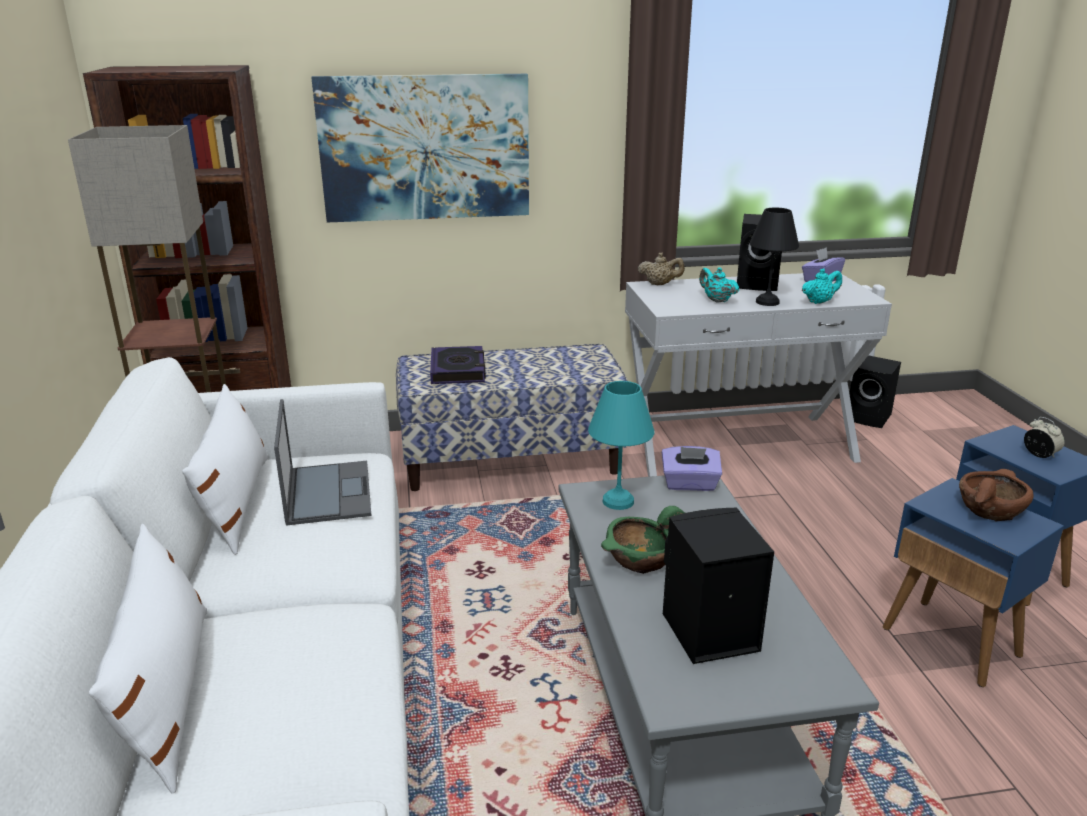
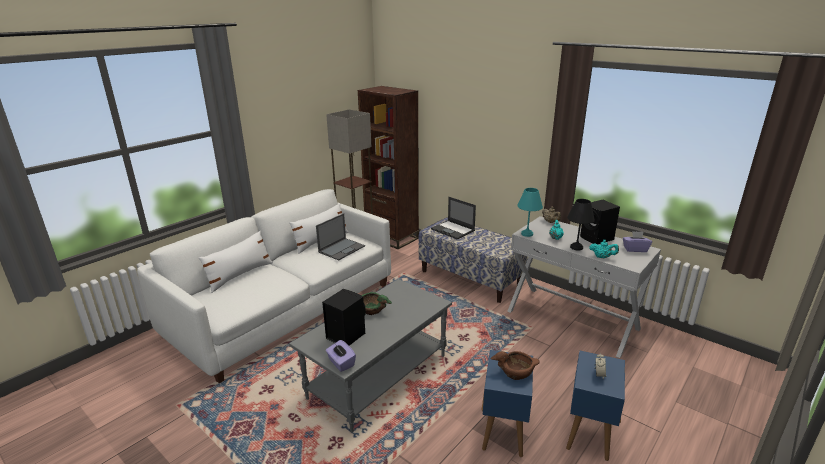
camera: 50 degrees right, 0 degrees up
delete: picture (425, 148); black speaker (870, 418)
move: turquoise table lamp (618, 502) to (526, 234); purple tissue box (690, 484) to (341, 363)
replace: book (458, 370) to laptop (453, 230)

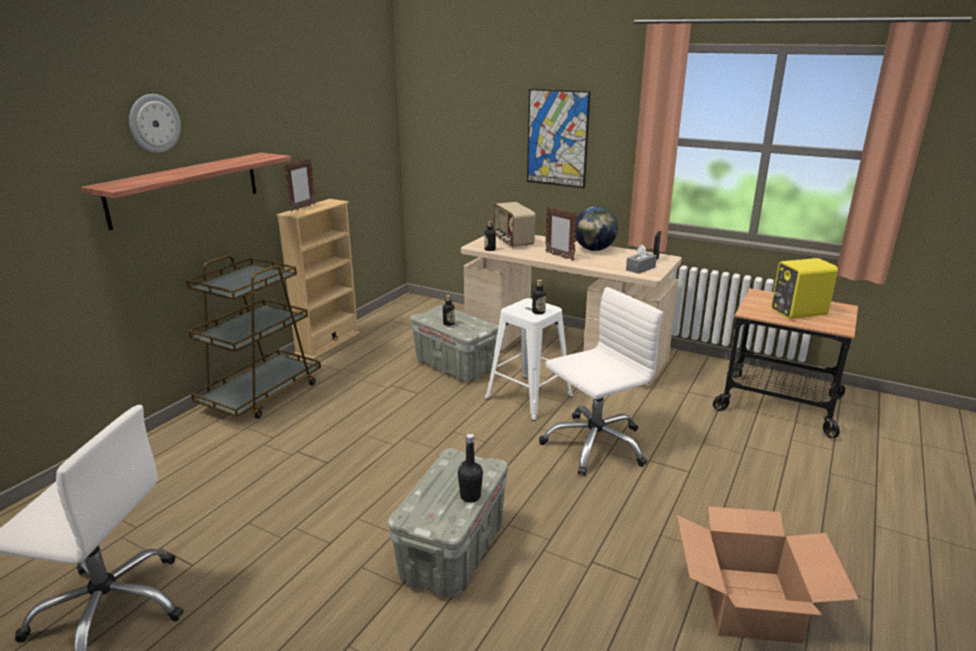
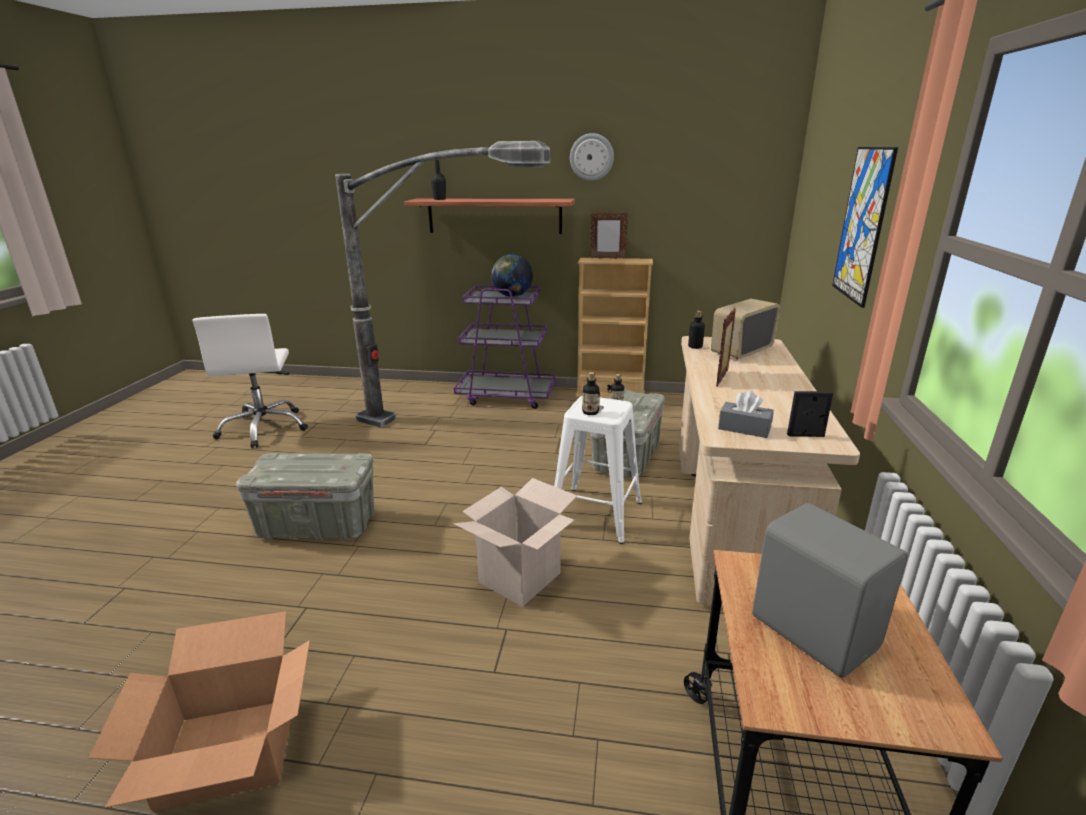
camera: 70 degrees right, 0 degrees up
insert: floor lamp (447, 438)
move: wall clock (154, 123) to (591, 157); black bottle (470, 496) to (439, 199); globe (594, 250) to (512, 296)
replace: white office chair (594, 444) to cardboard box (520, 578)
recolor: brown cart (262, 394) to purple cart (506, 396); yellow speaker (796, 312) to grey speaker (813, 630)

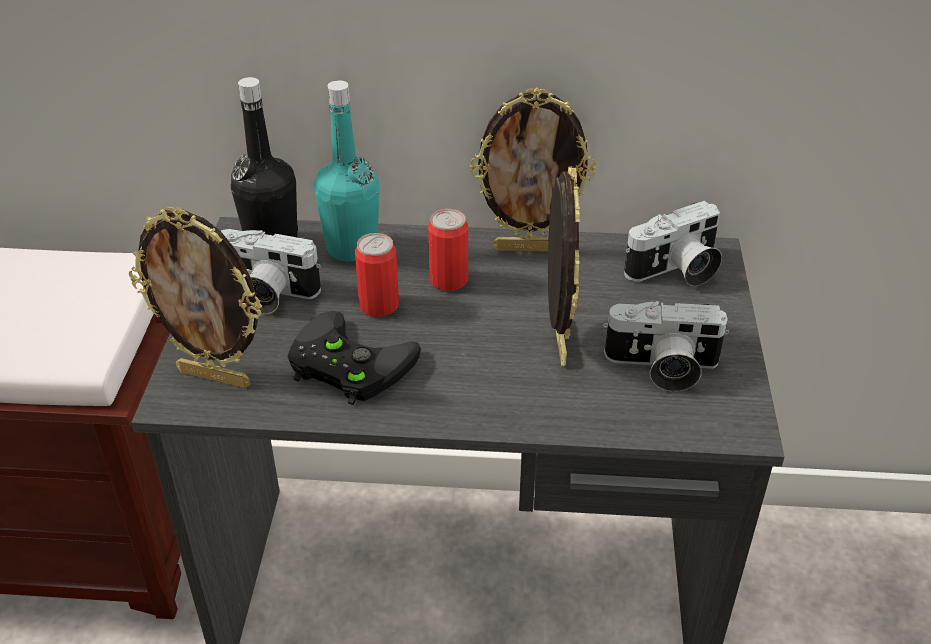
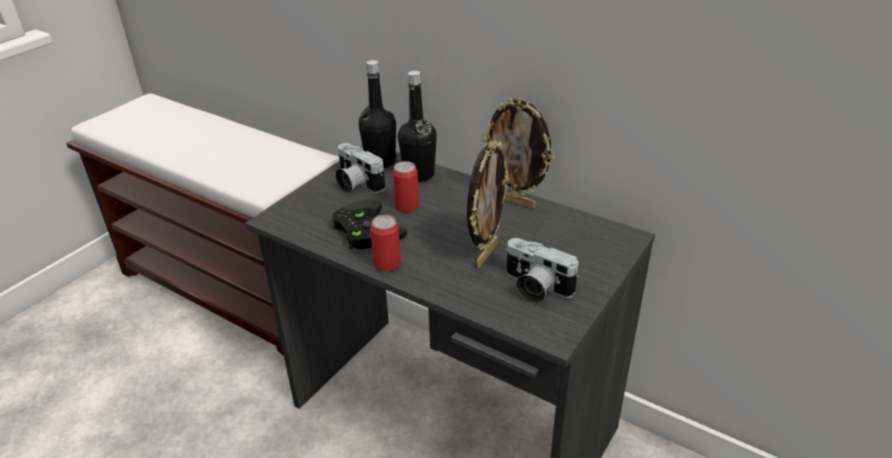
camera: 30 degrees right, 5 degrees down
delete: picture frame (216, 376); photo camera (676, 271)
move: can (448, 280) to (387, 264)
recolor: turquoise bottle (352, 247) to black bottle (419, 174)

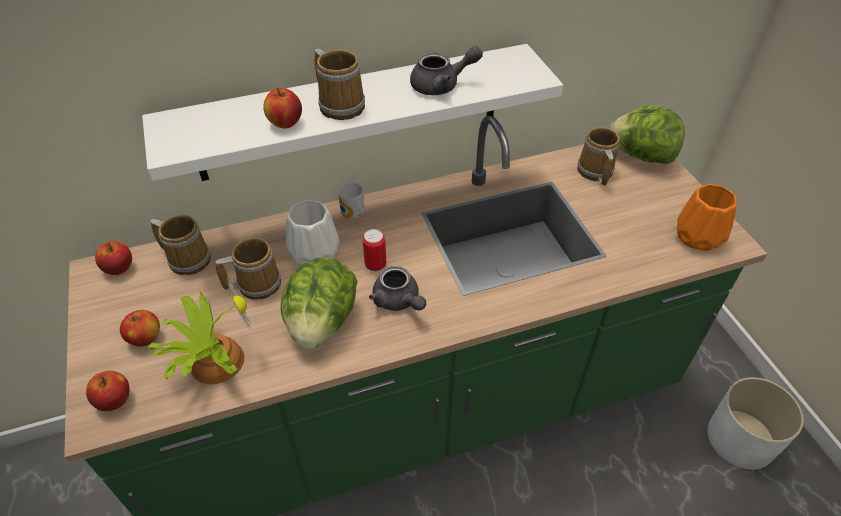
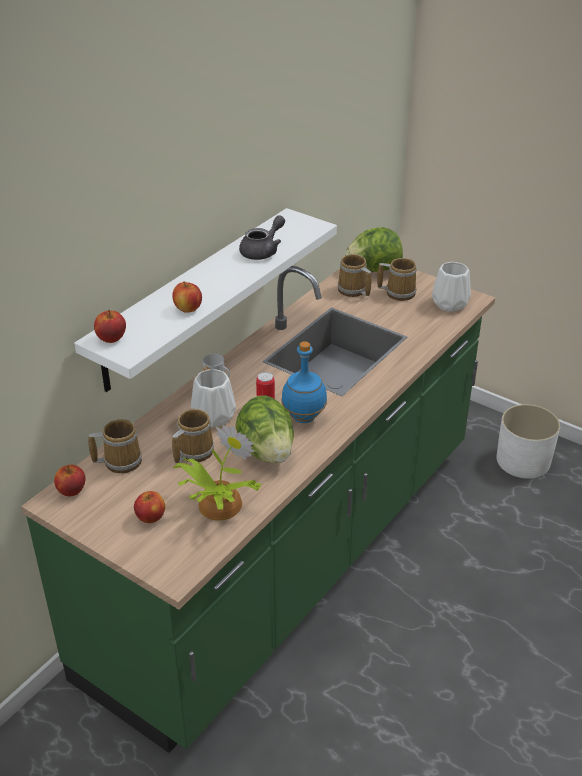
camera: 35 degrees left, 10 degrees down
move: apple (114, 400) to (111, 339); mug (341, 104) to (398, 292)
replace: grey teapot (398, 301) to blue bottle (304, 417)
recolor: orange vase (698, 237) to white vase (450, 304)

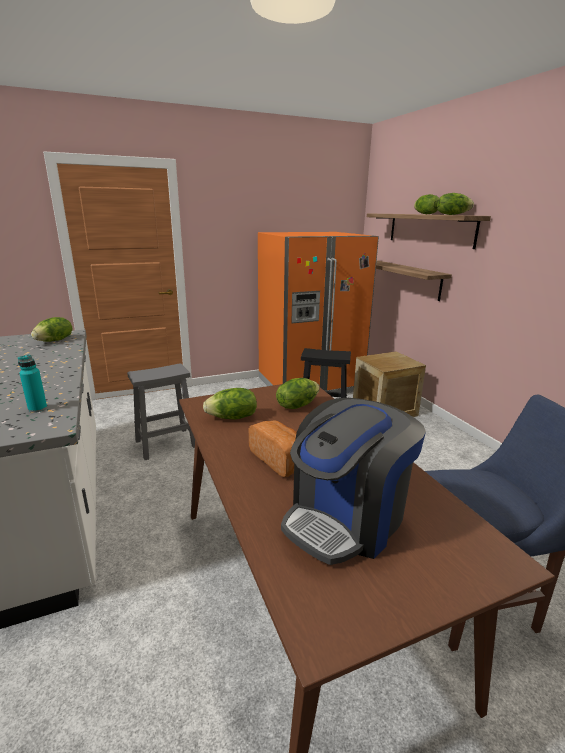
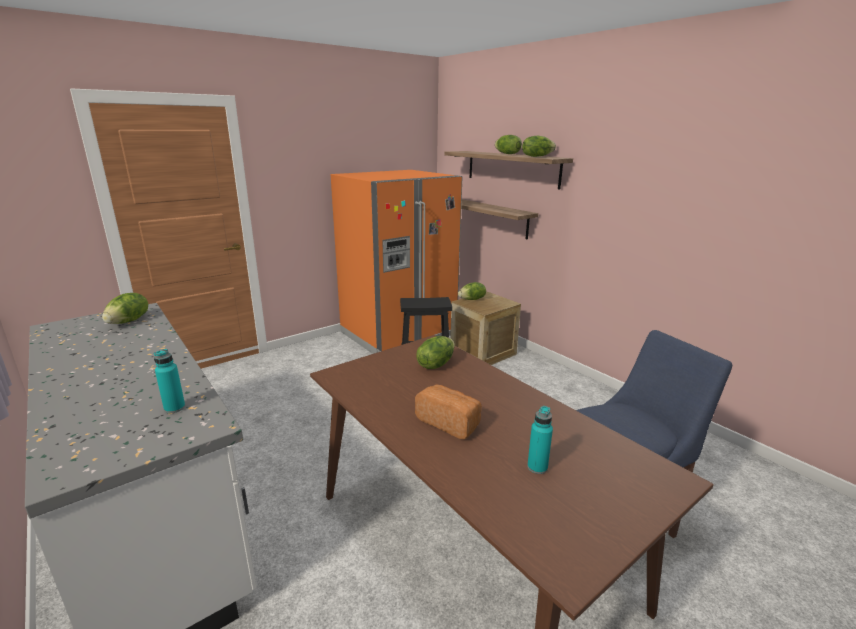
camera: 15 degrees left, 0 degrees up
delete: grey stool (167, 443)
move: lettuce (232, 418) to (472, 299)
replace: coffee machine (346, 517) to turquoise bottle (537, 467)

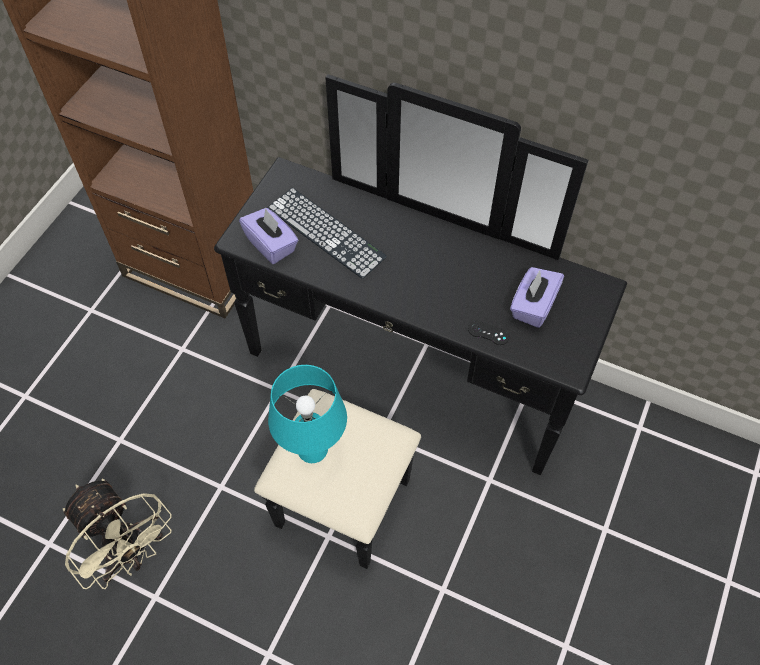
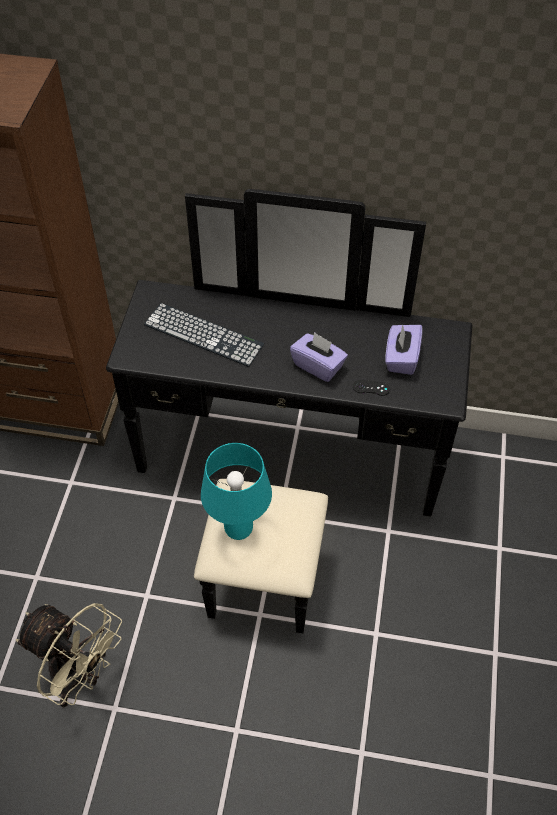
camera: 15 degrees left, 5 degrees down
move: purple tissue box (271, 245) to (318, 366)

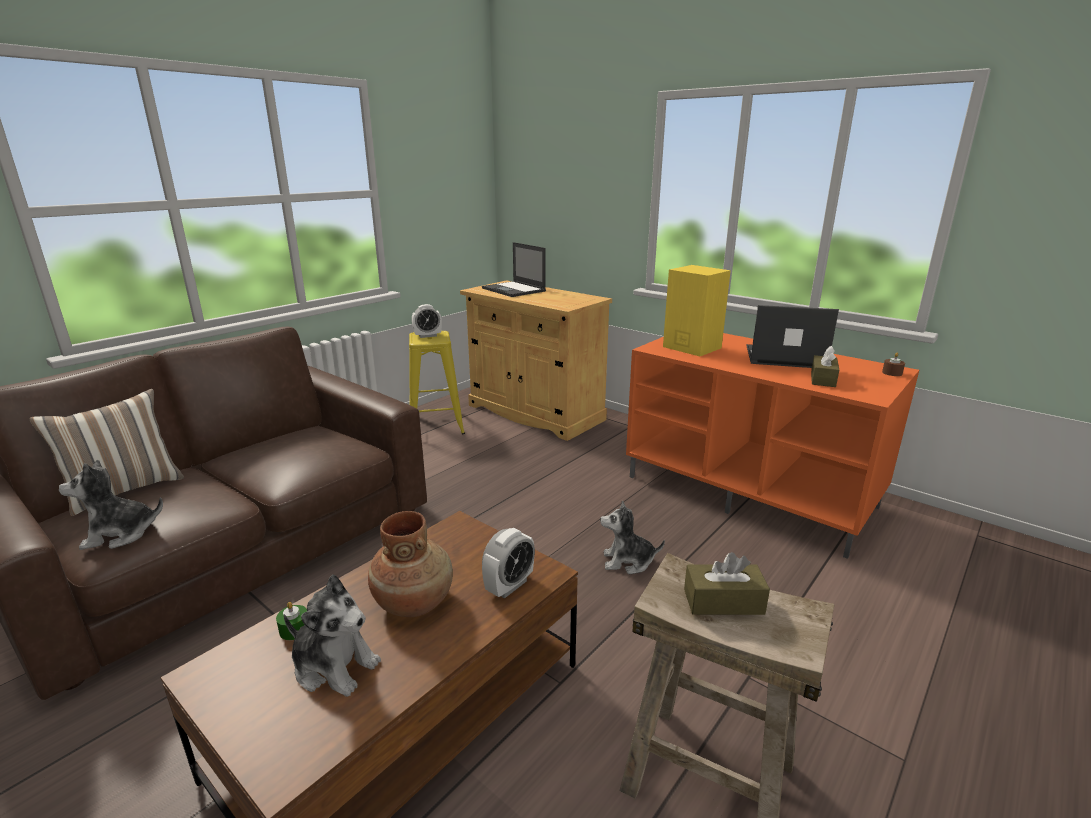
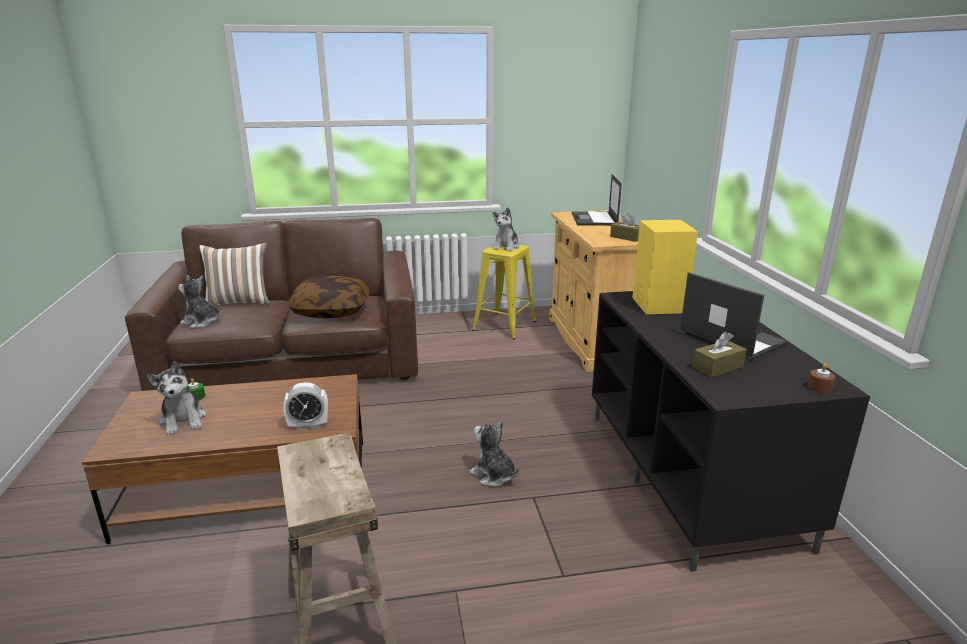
camera: 40 degrees right, 0 degrees up
delete: brown vase (414, 601)
insert: pillow (331, 310)
move: brown tissue box (723, 601) to (626, 237)
replace: alarm clock (427, 336) to plush toy (506, 247)
recolor: orange tv stand (751, 491) to black tv stand (691, 476)

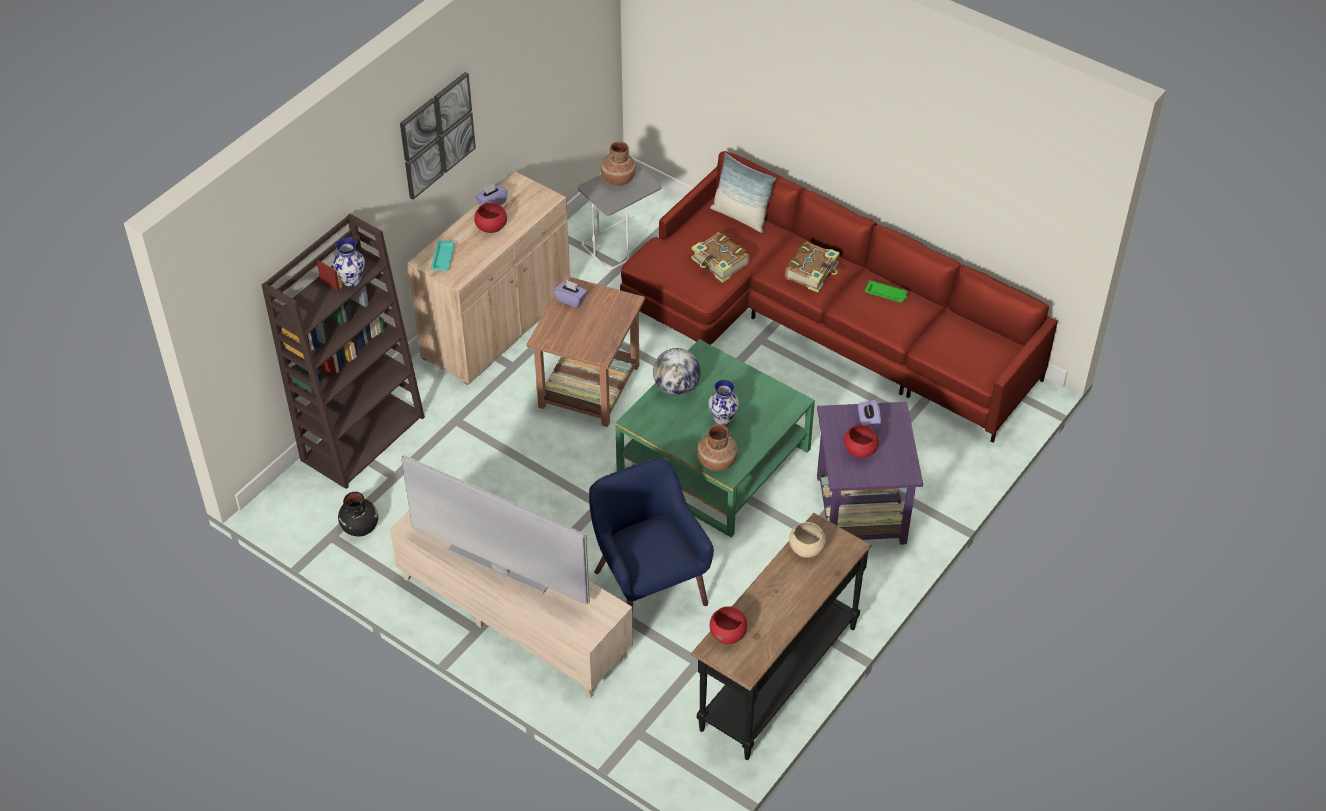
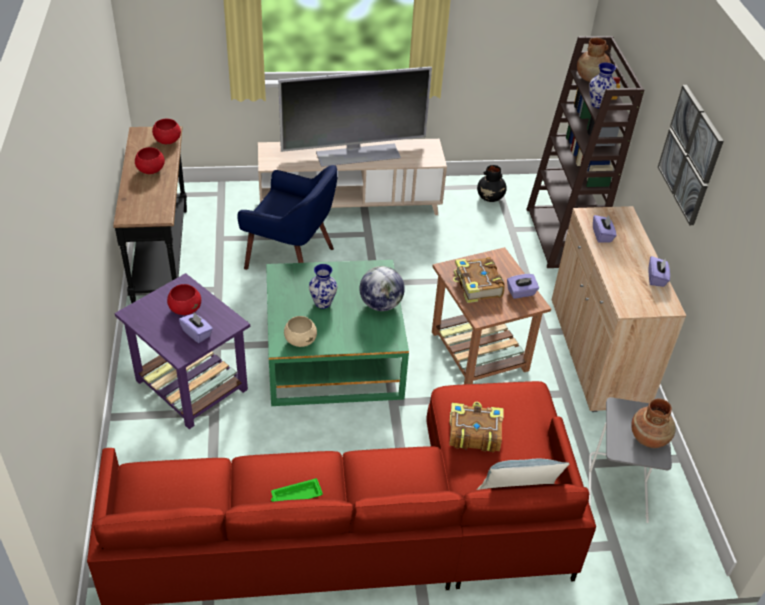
camera: 135 degrees right, 5 degrees down
delete: turquoise tray (443, 257)
insert: purple tissue box (602, 235)
move: red bowl (491, 227) to (150, 170); brown vase (716, 461) to (591, 78); book (812, 272) to (477, 286); beige bowl (806, 549) to (300, 340)

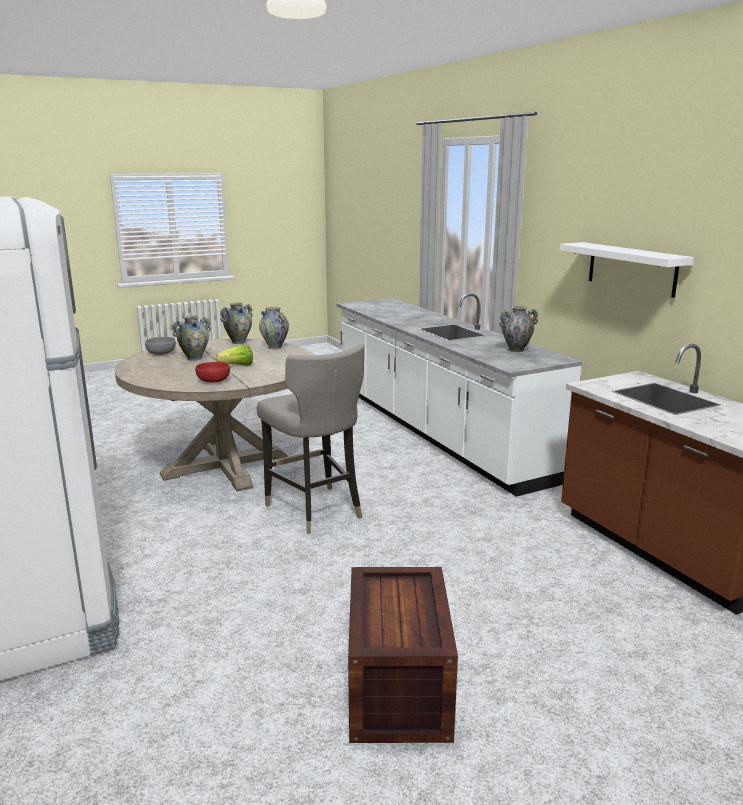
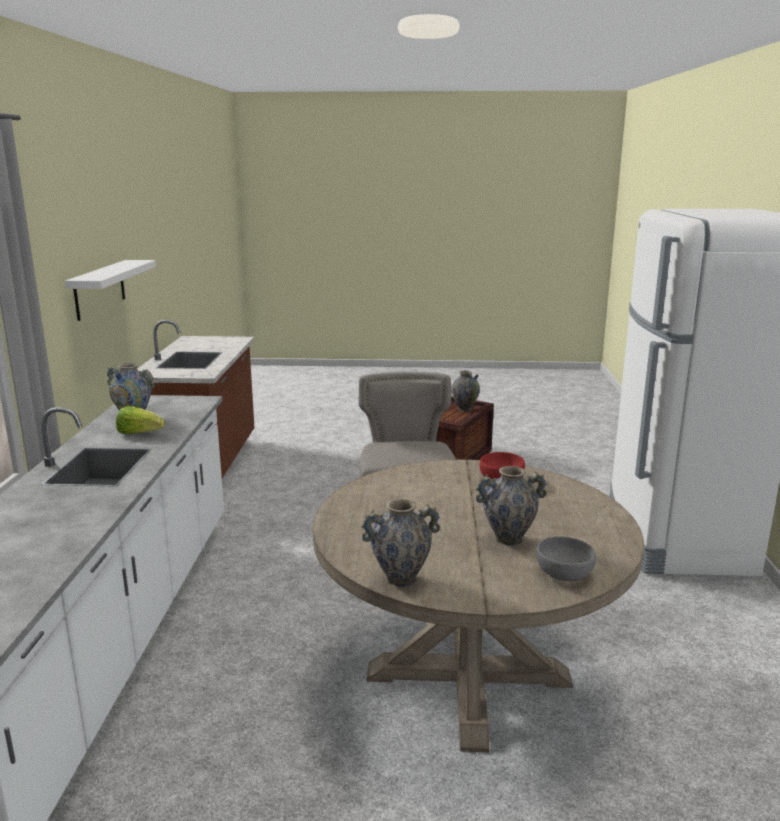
camera: 150 degrees left, 0 degrees up
move: lettuce (237, 366) to (139, 433); vase (275, 347) to (465, 409)

